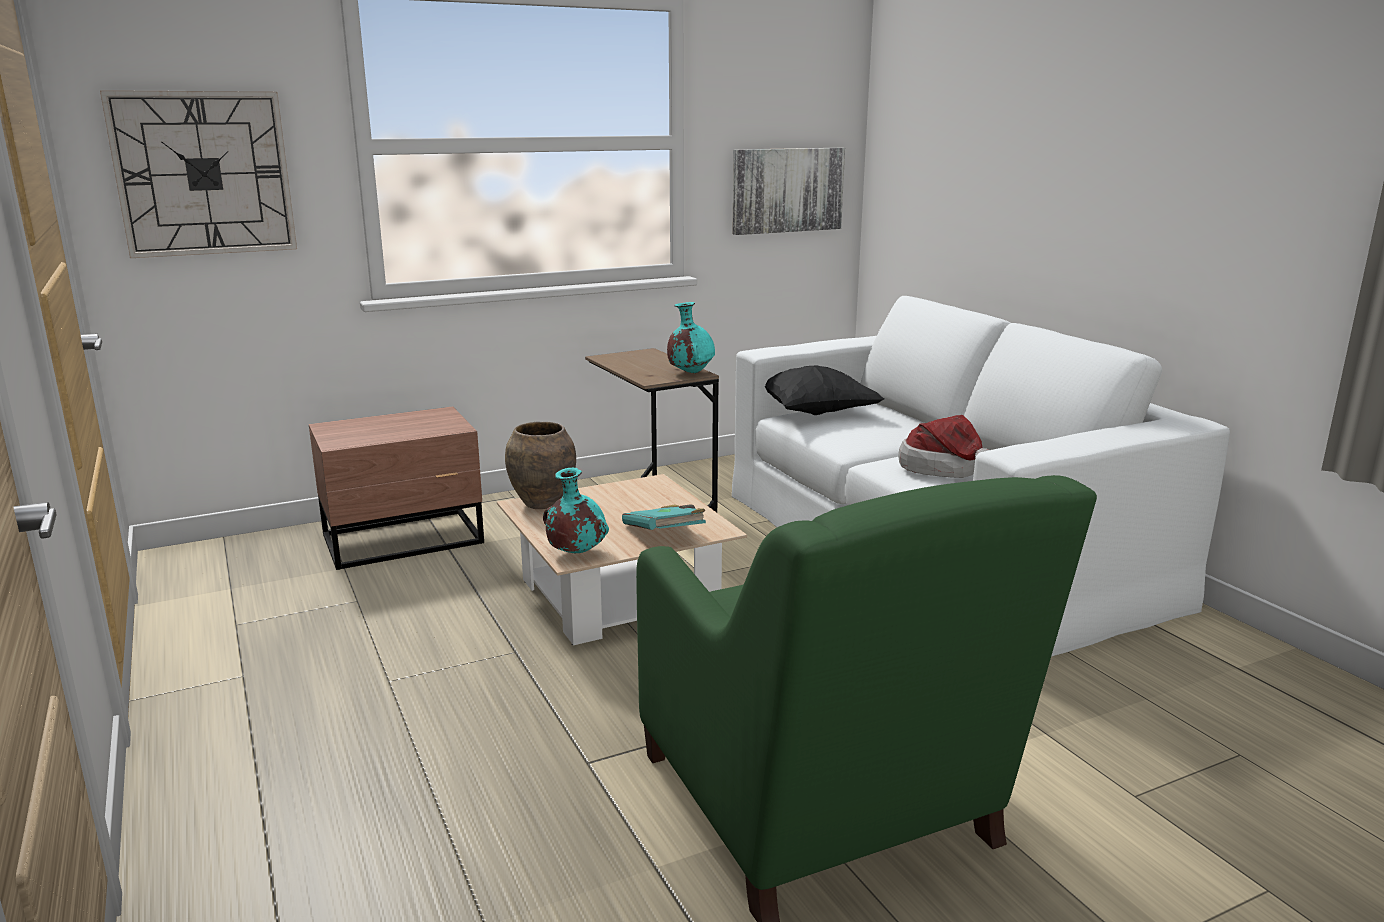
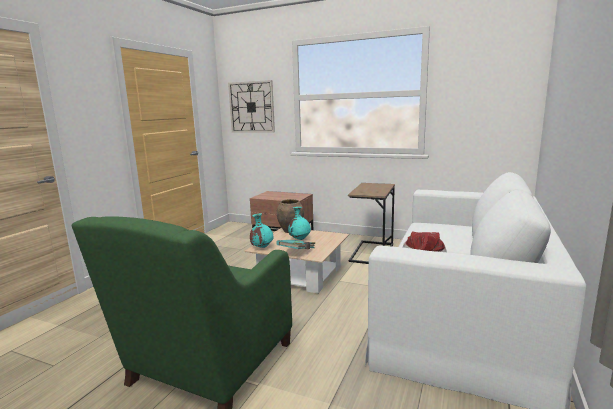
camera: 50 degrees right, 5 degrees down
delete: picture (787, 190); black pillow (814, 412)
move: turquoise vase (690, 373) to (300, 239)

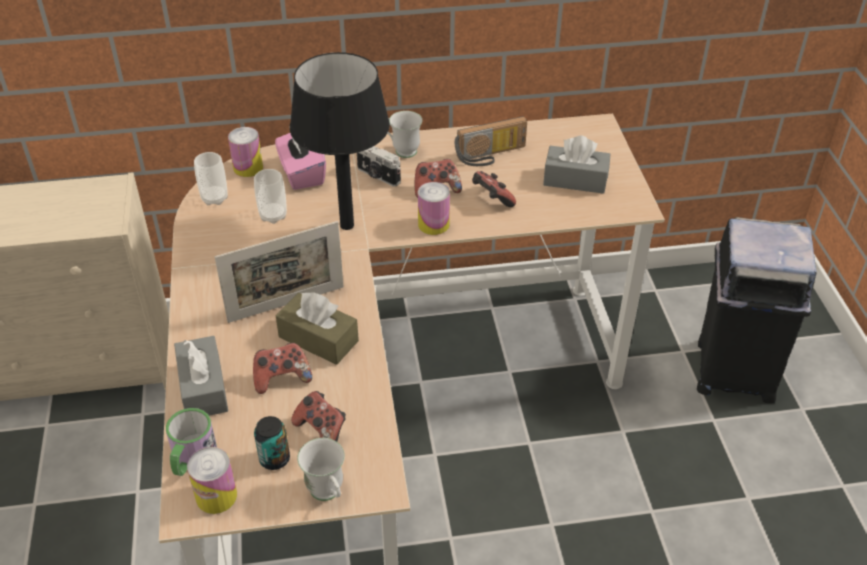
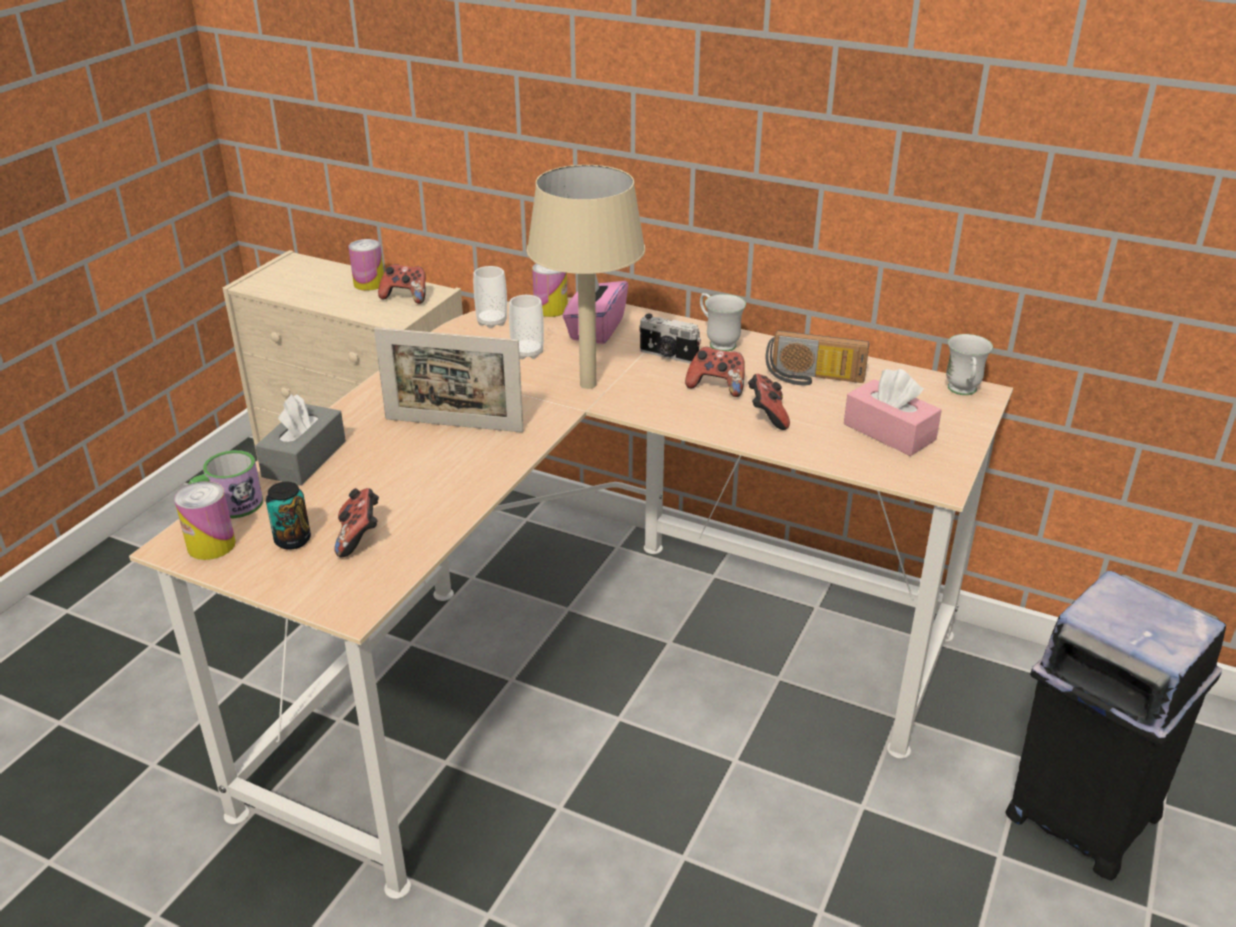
camera: 35 degrees right, 10 degrees down
delete: brown tissue box (318, 339)
move: game controller (282, 378) to (405, 297); white mug (328, 495) to (963, 392); can (433, 224) to (369, 283)
recolor: black table lamp (347, 225) to beige table lamp (588, 385); grey tissue box (575, 180) to pink tissue box (889, 432)
rotate: photo camera (377, 176) = (668, 356) 45 degrees counterclockwise

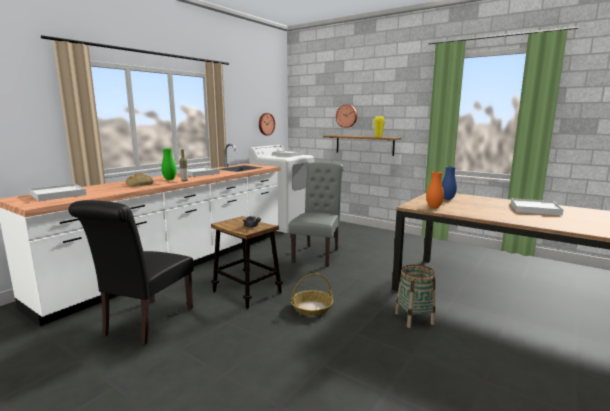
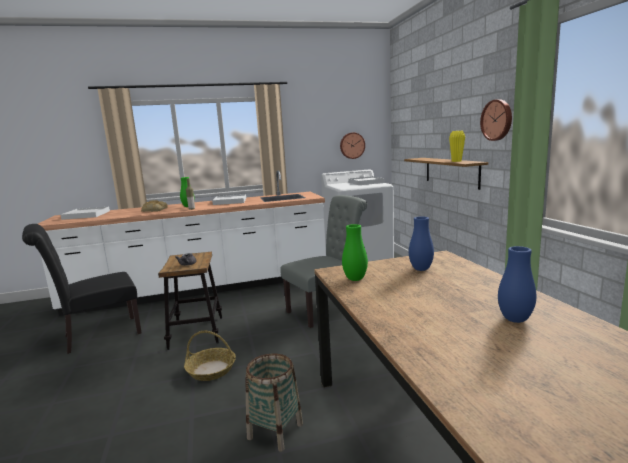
camera: 40 degrees right, 0 degrees up
move: wall clock (347, 116) to (497, 120)
replace: white tray (535, 209) to blue vase (515, 319)
recolor: orange vase (434, 207) to green vase (355, 279)

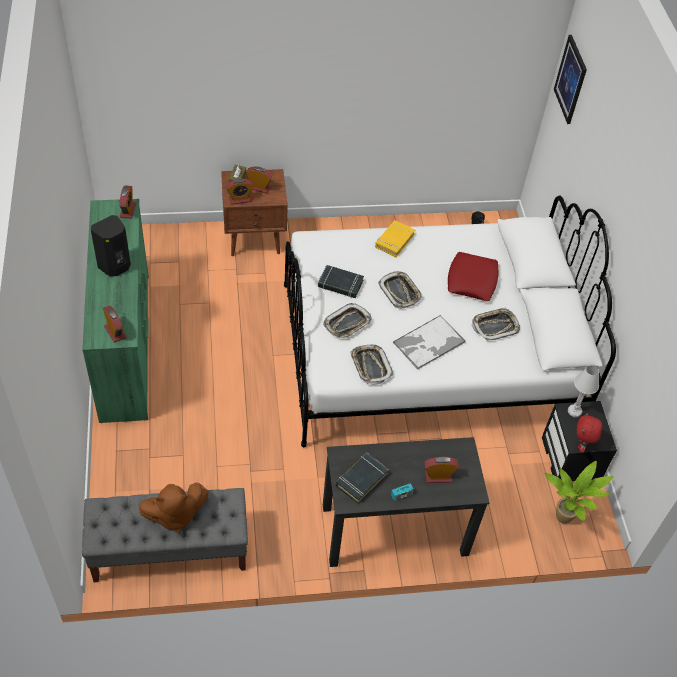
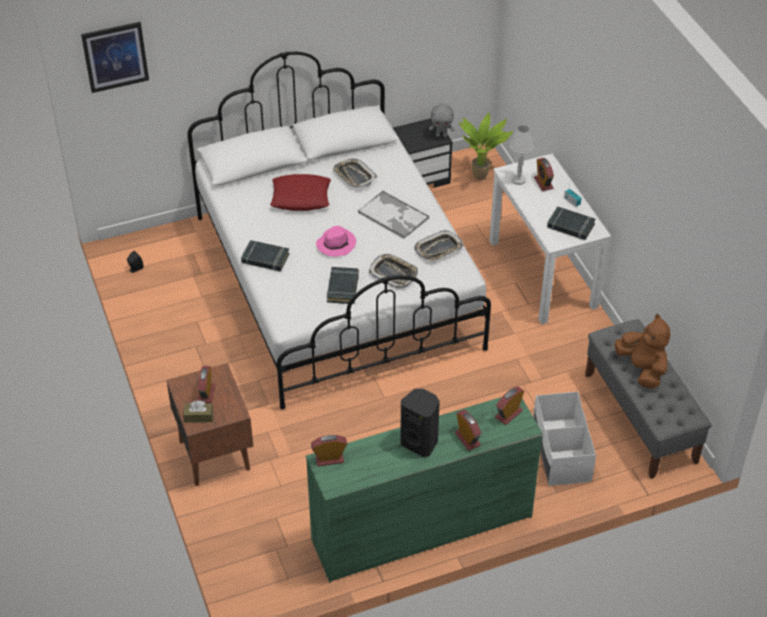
camera: 100 degrees left, 5 degrees down
insert: white storage box (561, 452)
move: alarm clock (240, 199) to (467, 439); white table lamp (574, 411) to (518, 180)
replace: tray (400, 292) to pink hat (336, 244)
recolor: black desk (394, 530) to white desk (543, 274); yellow book (394, 241) to black book (265, 259); red plush toy (581, 445) to grey plush toy (441, 135)

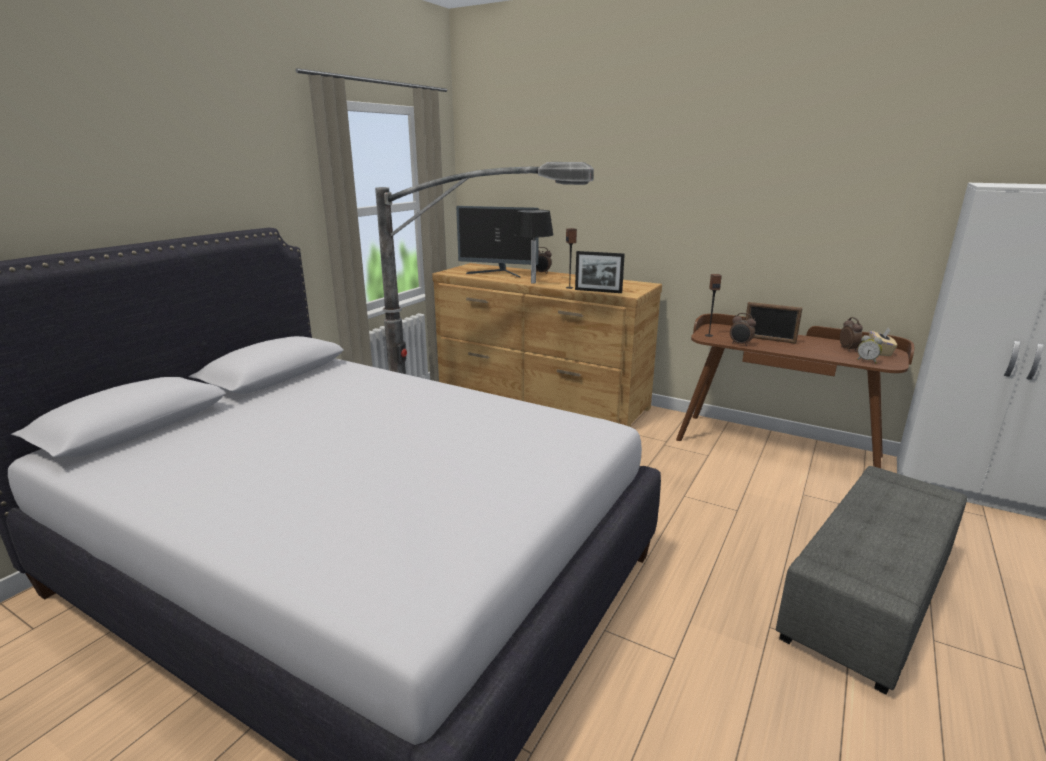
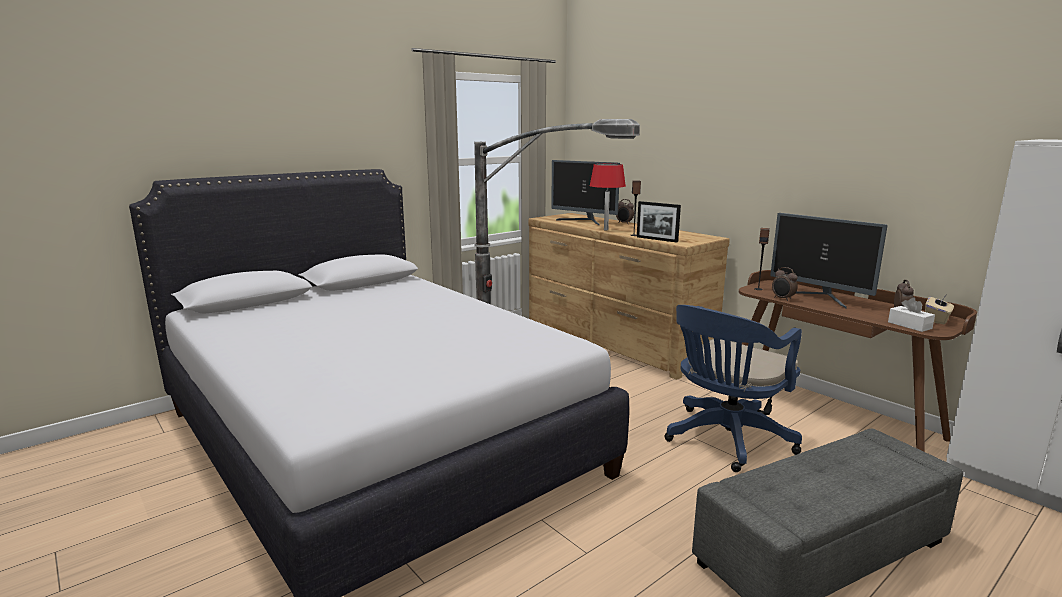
camera: 20 degrees right, 5 degrees down
insert: blue office chair (725, 440)
replace: picture frame (769, 340) to monitor (819, 298); alarm clock (867, 361) to white tissue box (909, 325)
recolor: black table lamp (533, 283) to red table lamp (606, 230)

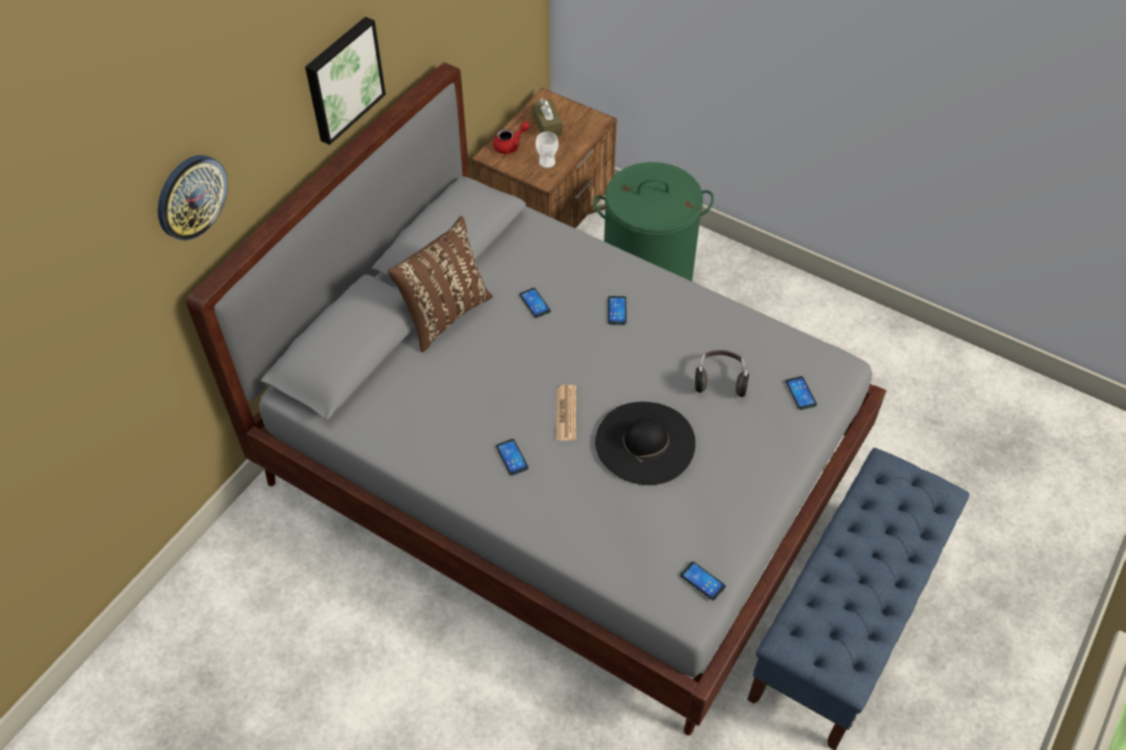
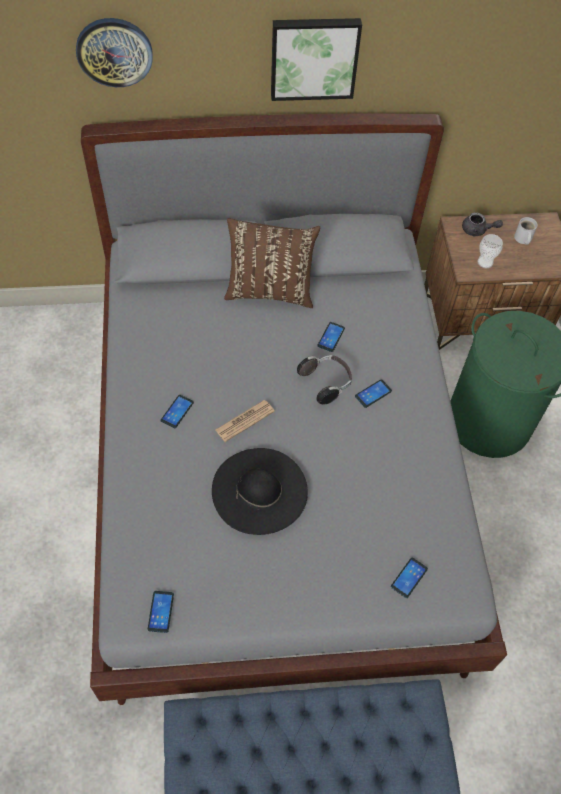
camera: 50 degrees right, 5 degrees up
move: headphones (720, 380) to (326, 383)
replace: brown tissue box (547, 125) to white mug (522, 239)
recolor: red teapot (510, 145) to grey teapot (477, 230)

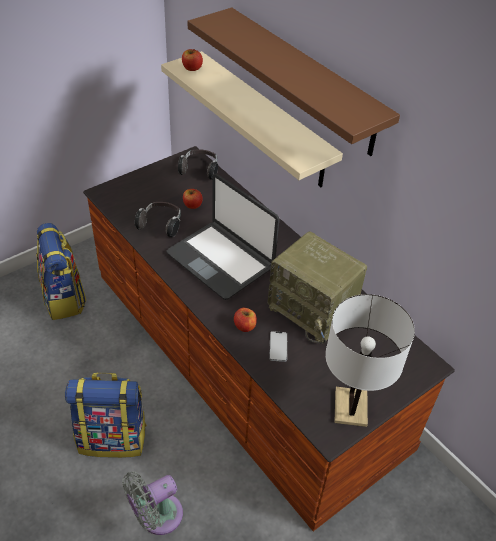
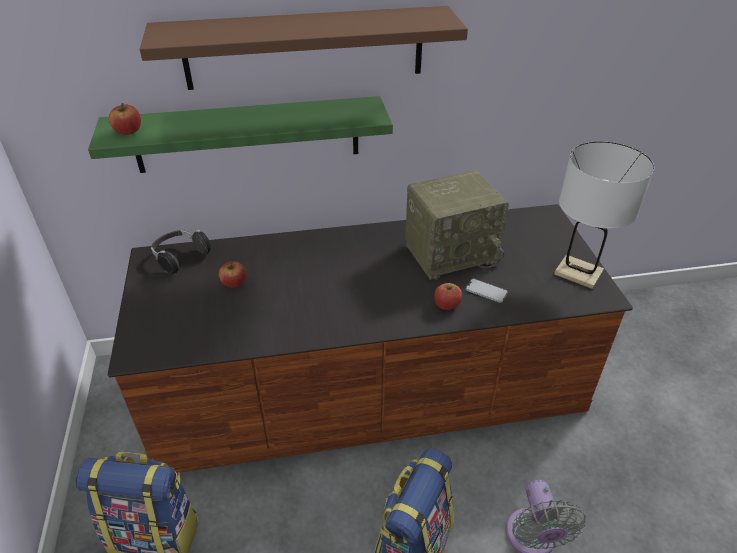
camera: 60 degrees left, 5 degrees down
delete: headphones (161, 225); laptop (221, 260)
recolor: beige shelf (264, 119) to green shelf (247, 135)

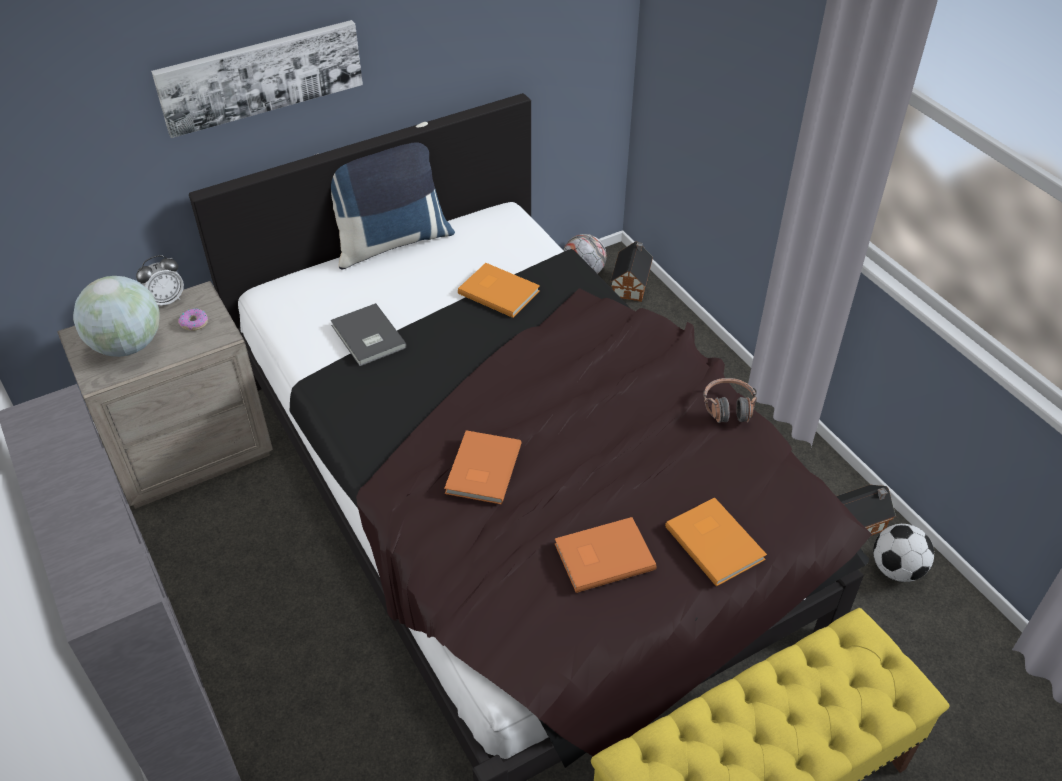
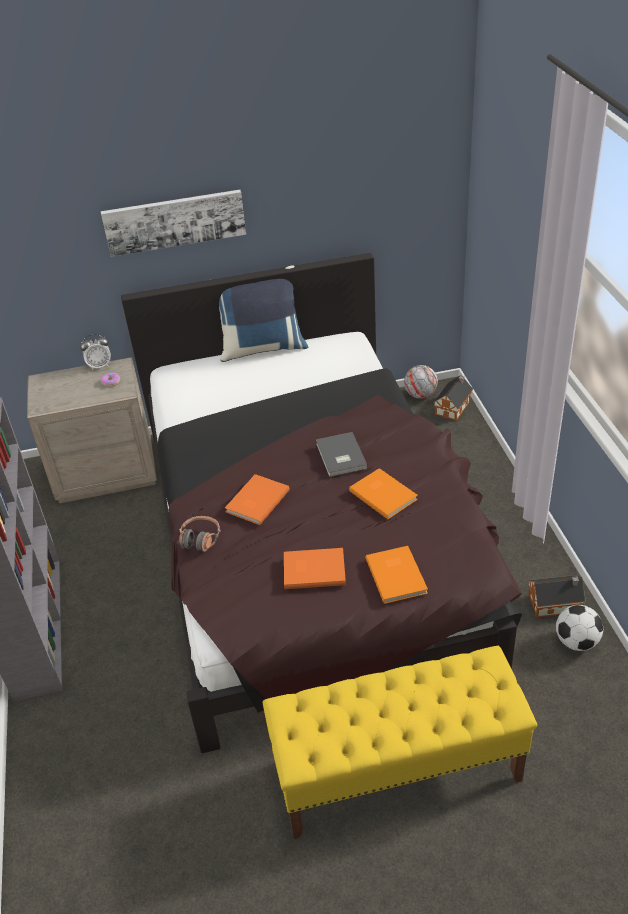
camera: 20 degrees right, 5 degrees down
delete: globe (127, 345)
move: grey book (367, 338) to (340, 457); orange book (499, 291) to (383, 494); headphones (728, 407) to (200, 539)

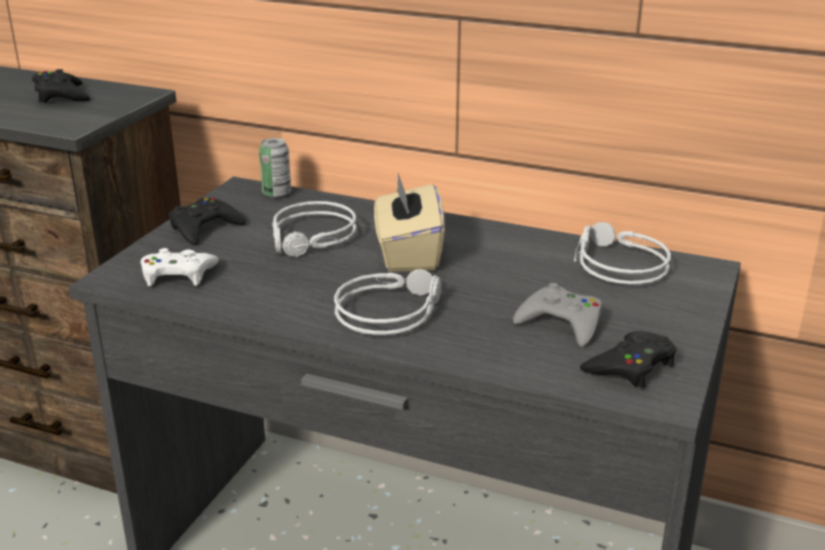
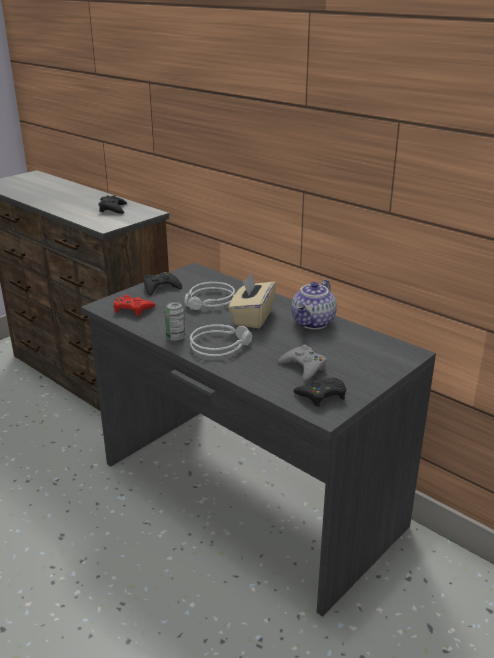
camera: 20 degrees right, 0 degrees up
delete: grey headphones (615, 265)
insert: teapot (314, 323)
move: can (276, 194) to (175, 337)
recolor: white game controller (177, 275) to red game controller (132, 309)

